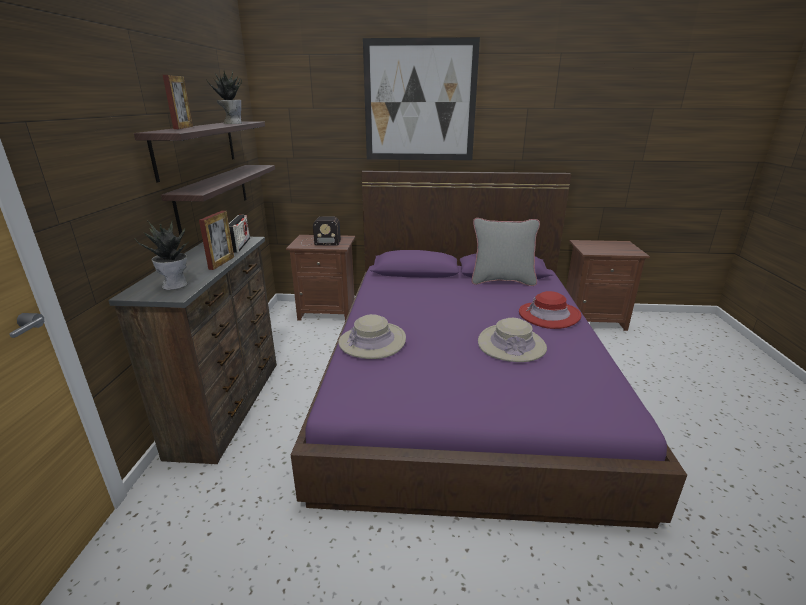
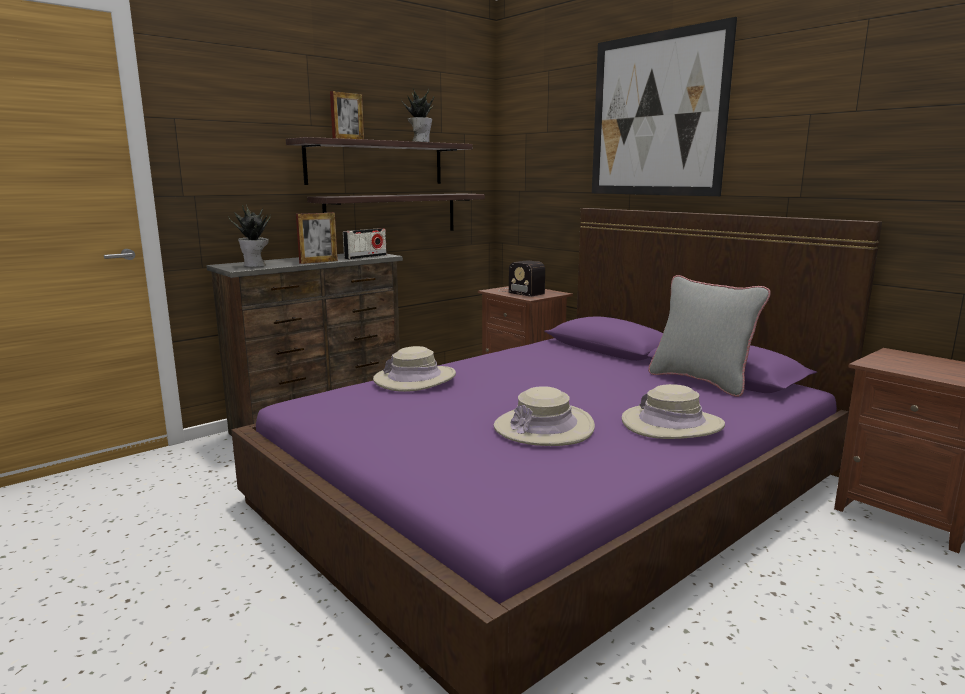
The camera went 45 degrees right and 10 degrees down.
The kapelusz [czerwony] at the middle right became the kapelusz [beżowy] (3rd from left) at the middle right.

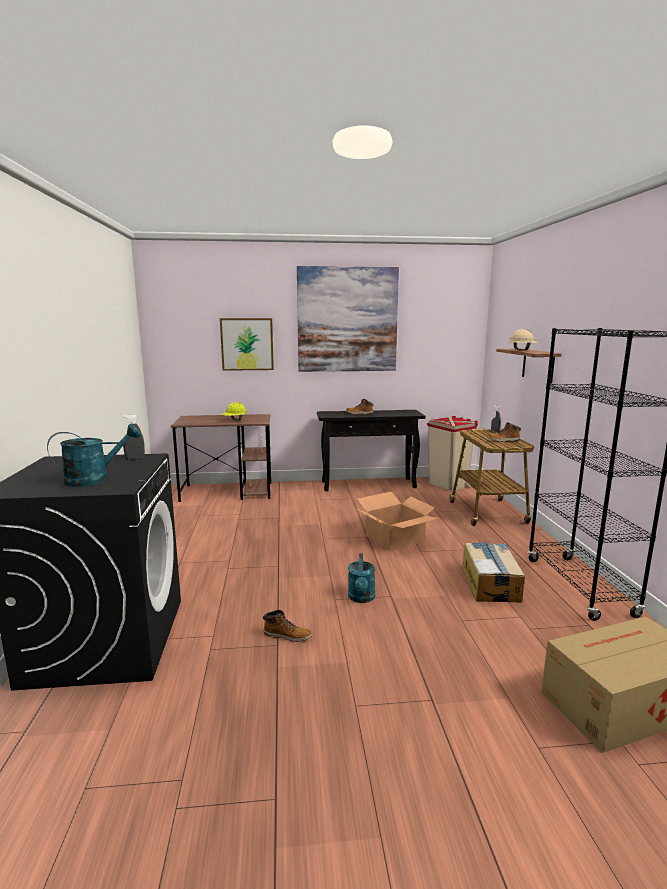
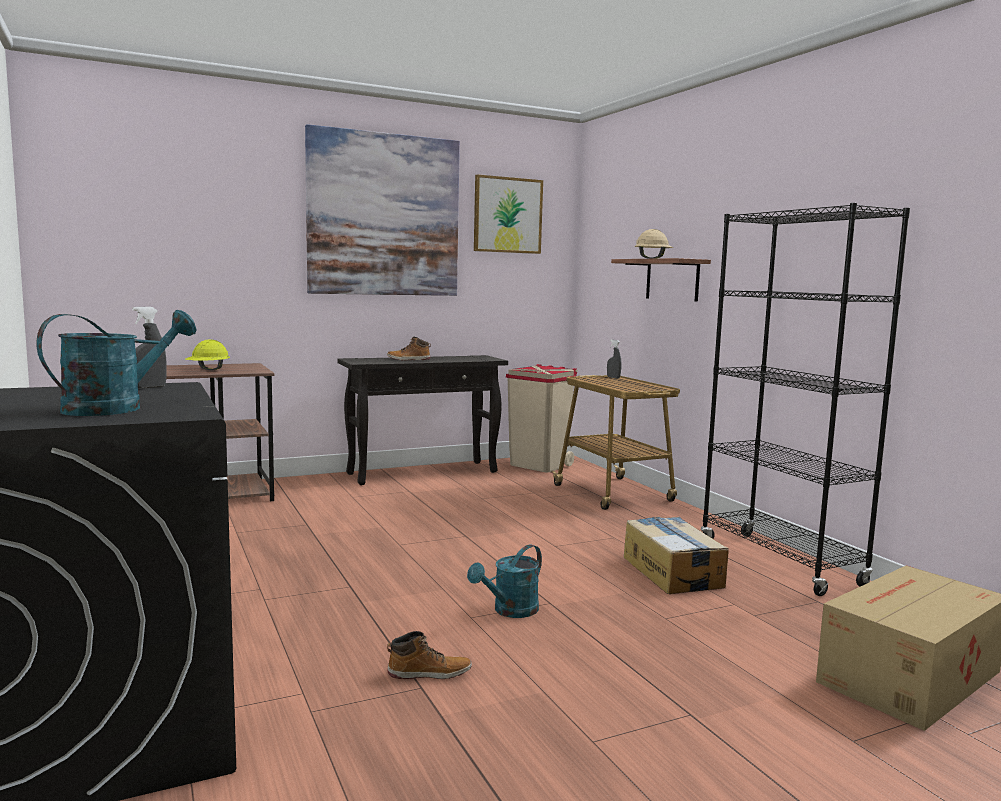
The camera went 20 degrees left and 5 degrees down.
The karton (1st from left) at the centre disappeared.
The but z cholewką (3rd from left) at the middle right disappeared.
The obraz (1st from left in the first image) moved from the centre to the top centre.
The konewka [turkusowy] (2nd from left) at the centre turned 60 degrees clockwise.

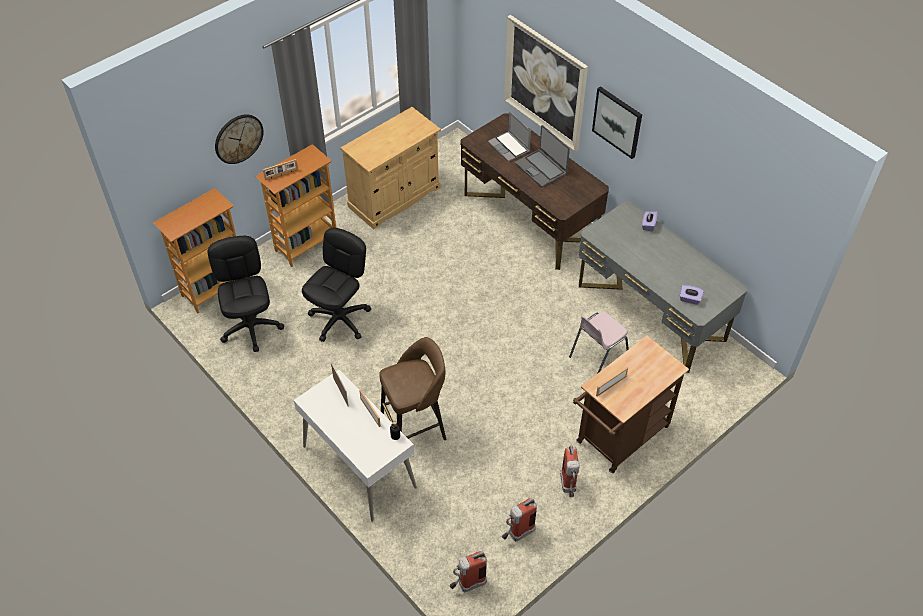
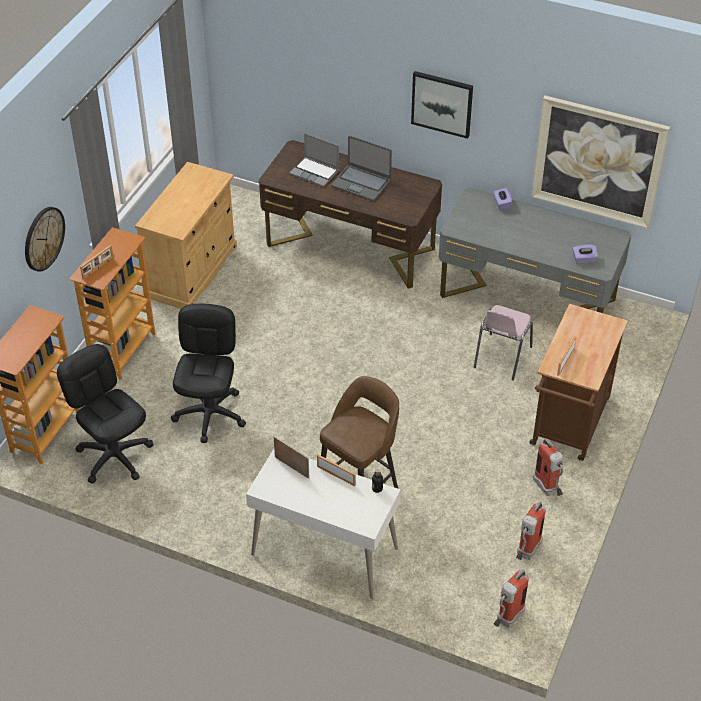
The camera went 25 degrees left and 5 degrees down.
The obraz (1st from left in the first image) moved from the top centre to the top right.

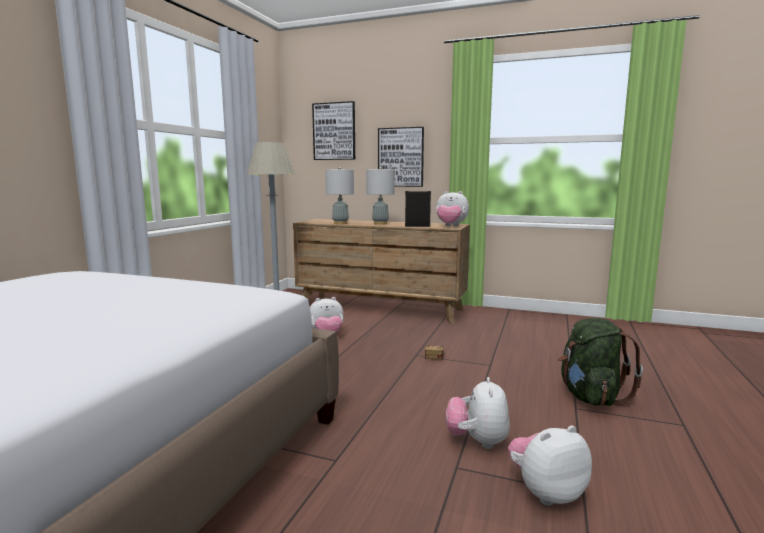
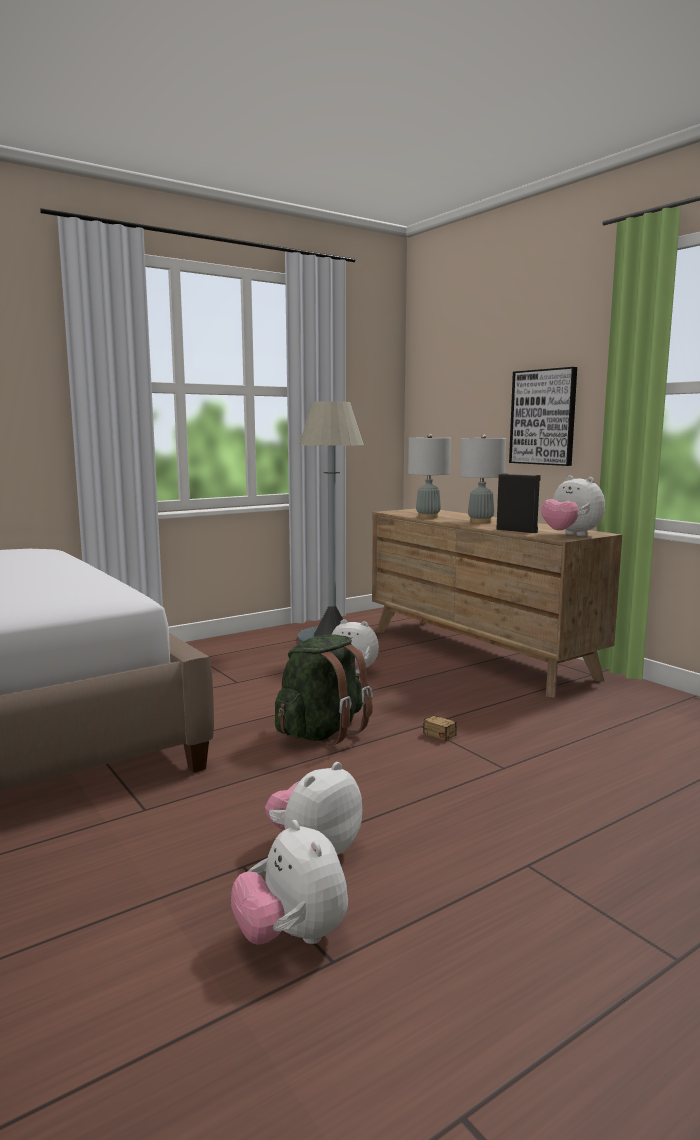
The camera went 35 degrees right and 0 degrees up.
The obraz (1st from left) at the top centre disappeared.
The plecak [zielony] moved from the bottom right to the centre.
The pluszak (4th from left in the first image) at the bottom right turned 135 degrees counterclockwise.

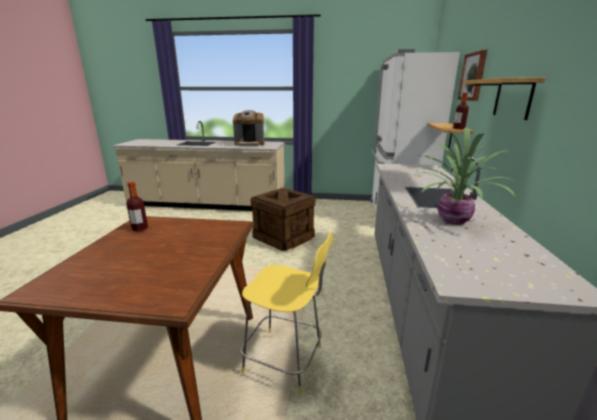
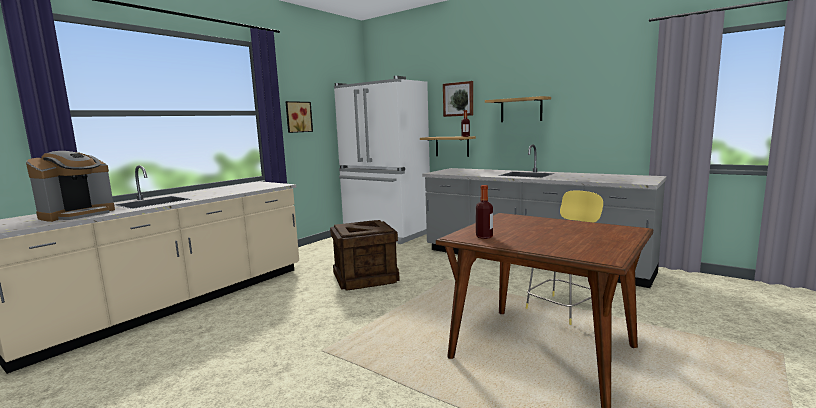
The camera went 60 degrees left and 10 degrees down.
The roślina doniczkowa at the middle right disappeared.
The obraz (1st from left) at the top centre appeared.
The ekspres do kawy moved from the top centre to the middle left.

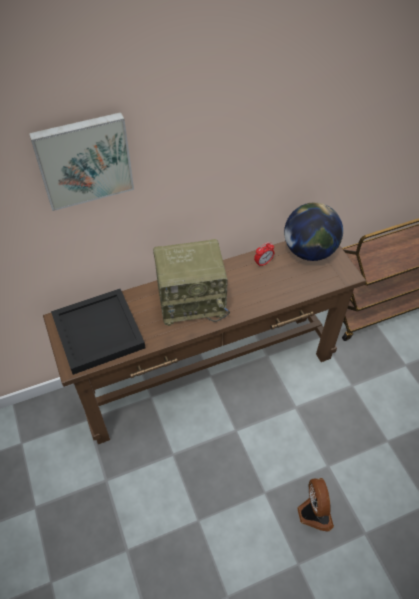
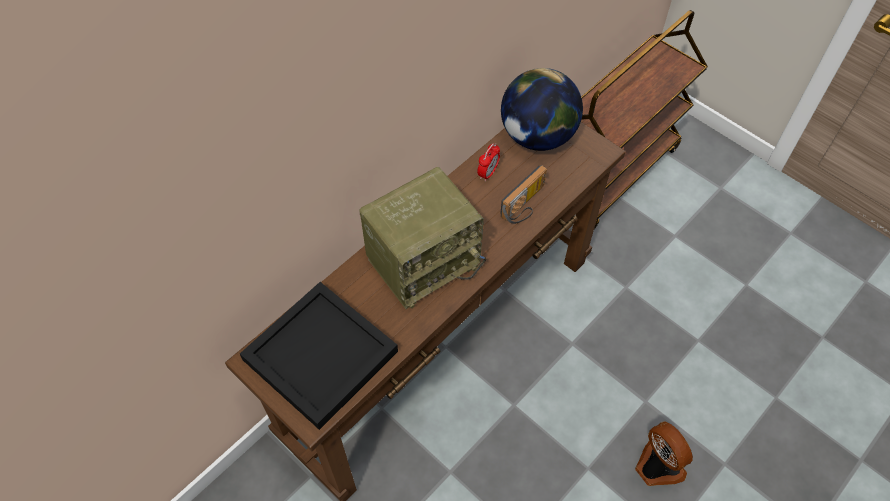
The camera went 25 degrees left and 5 degrees up.
The obraz at the top left disappeared.
The radio (2nd from left) at the centre appeared.

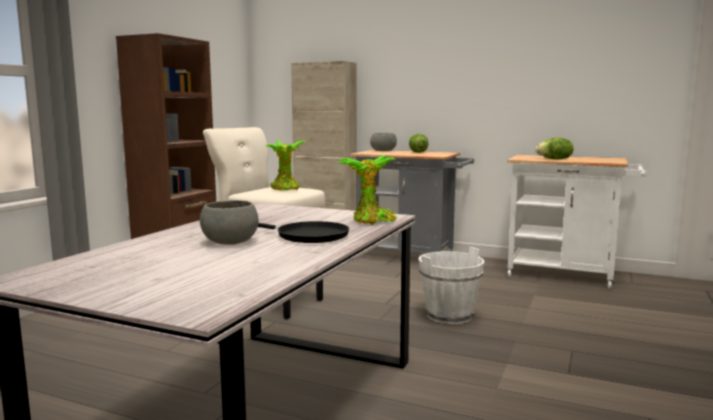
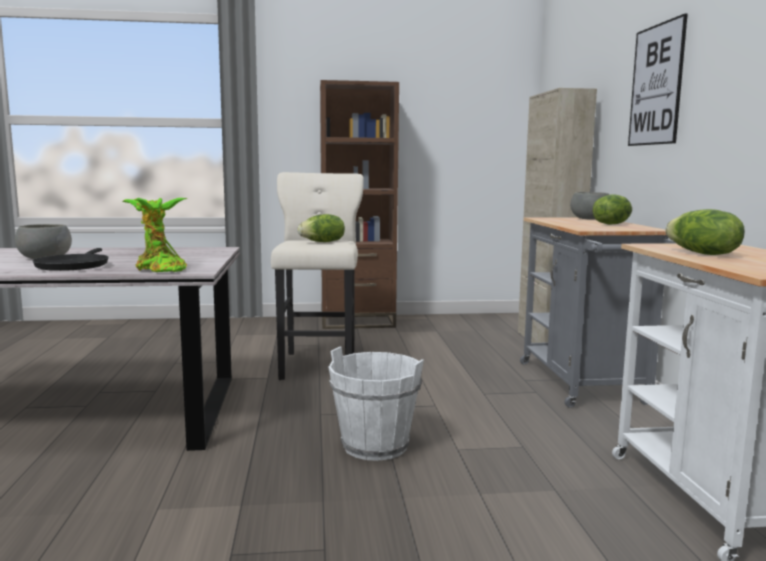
The camera went 60 degrees right and 0 degrees up.
The obraz at the top right appeared.
The roślina doniczkowa (1st from left) at the centre was replaced by the sałata (1st from left) at the centre.

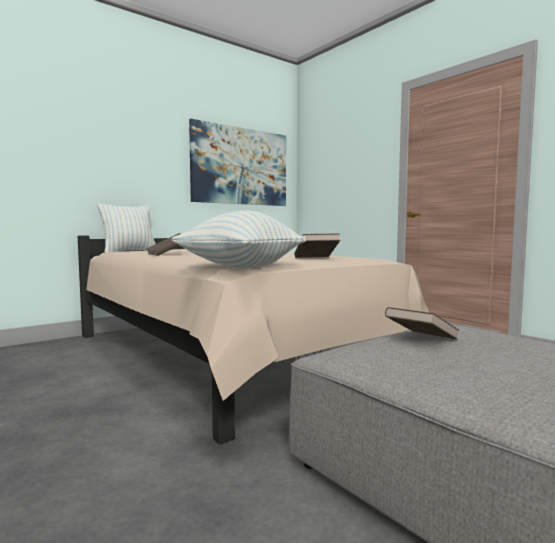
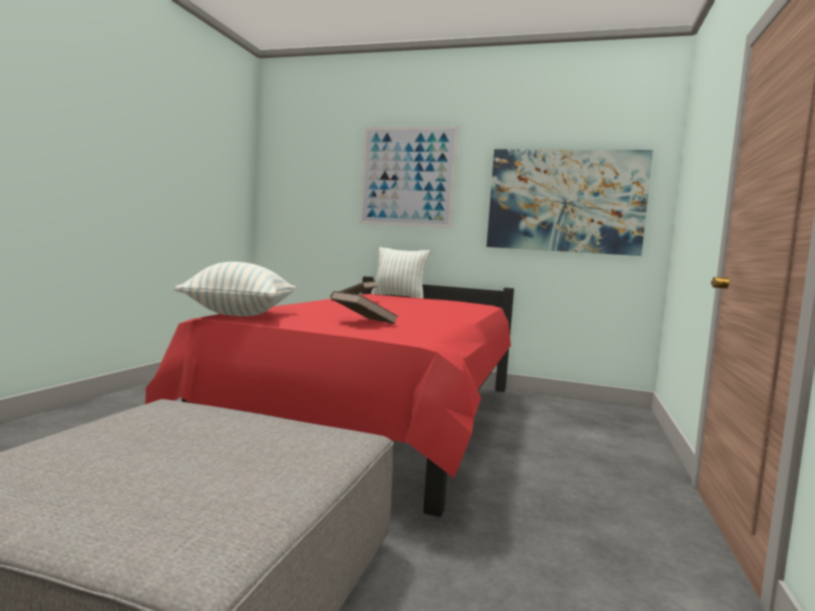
The camera went 55 degrees right and 0 degrees up.
The książka [brązowy] (3rd from left) at the middle right disappeared.
The obraz (1st from left) at the top centre appeared.
The łóżko [beżowy] at the centre became the łóżko [czerwony] at the centre.

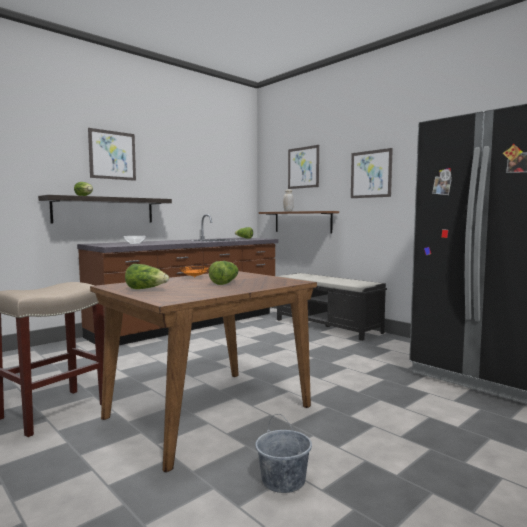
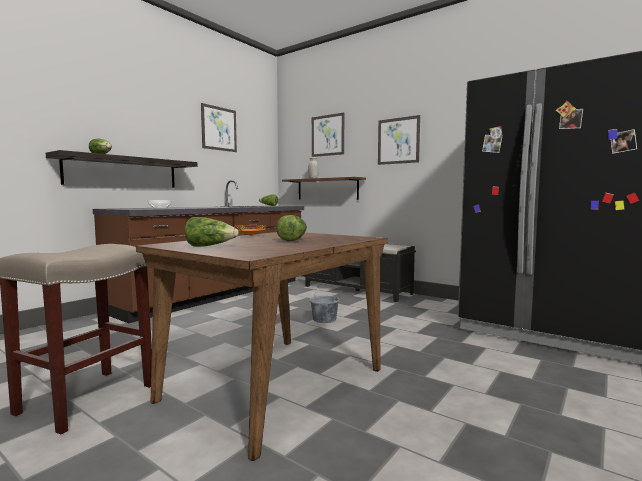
The camera went 10 degrees left and 0 degrees up.
The obraz (1st from left) moved from the top left to the top centre.
The wiadro [szary] moved from the bottom centre to the centre.

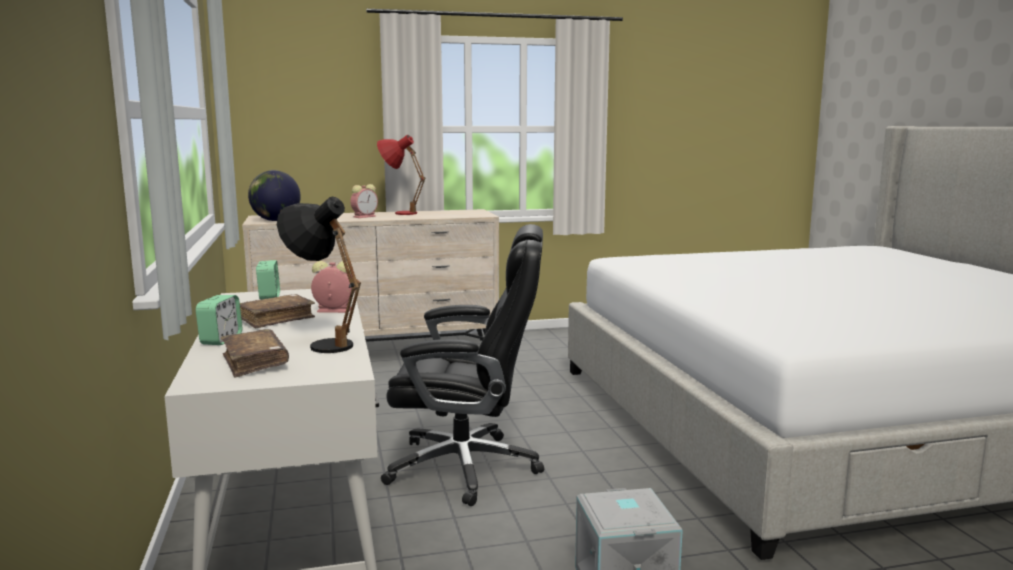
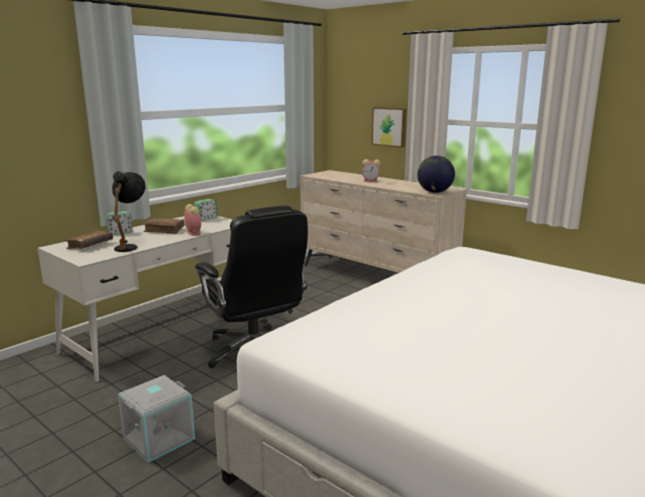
The camera went 55 degrees right and 5 degrees up.
The lampa stołowa [czerwony] at the top centre disappeared.
The obraz at the top centre appeared.
The globus moved from the middle left to the middle right.

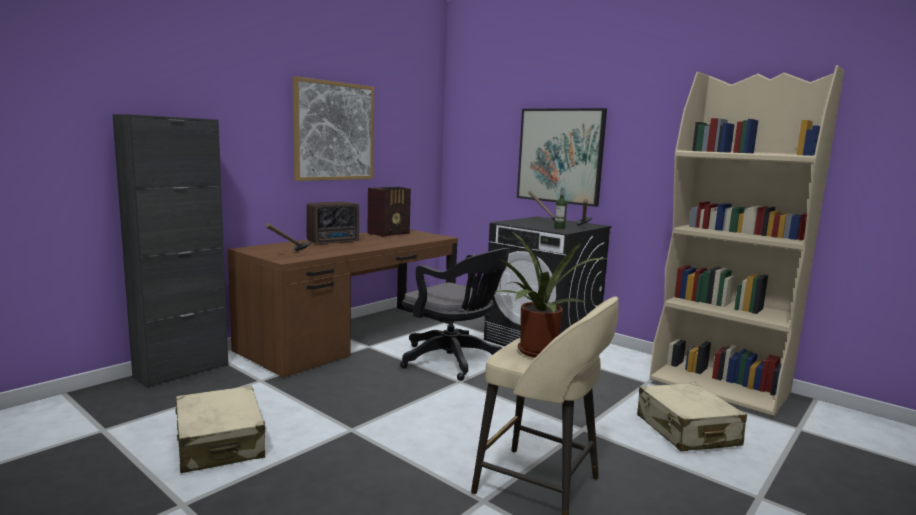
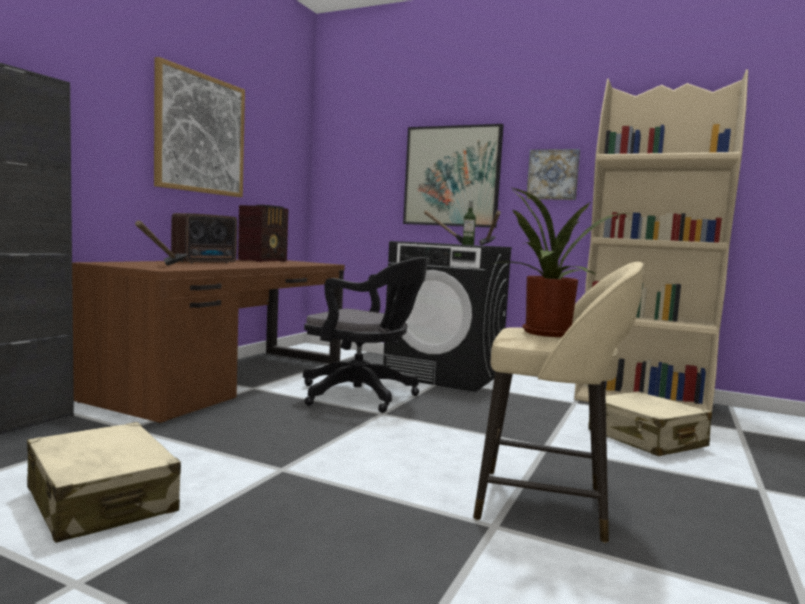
The camera went 15 degrees left and 5 degrees down.
The obraz (3rd from left) at the top right appeared.

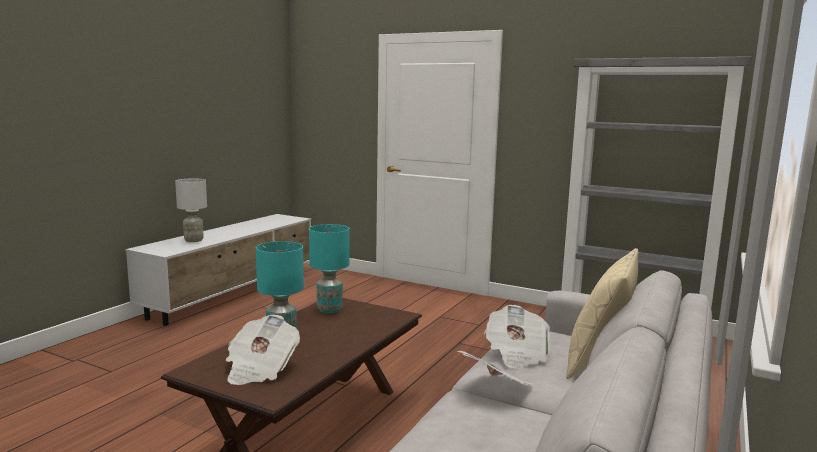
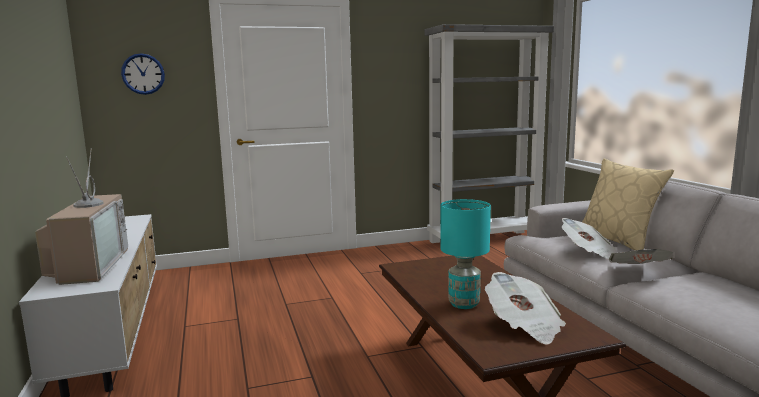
The camera went 45 degrees left and 0 degrees up.
The lampa stołowa [turkusowy] (2nd from left) at the centre disappeared.
The zegar ścienny at the top left appeared.
The lampa stołowa [szary] at the middle left was replaced by the telewizor at the middle left.

